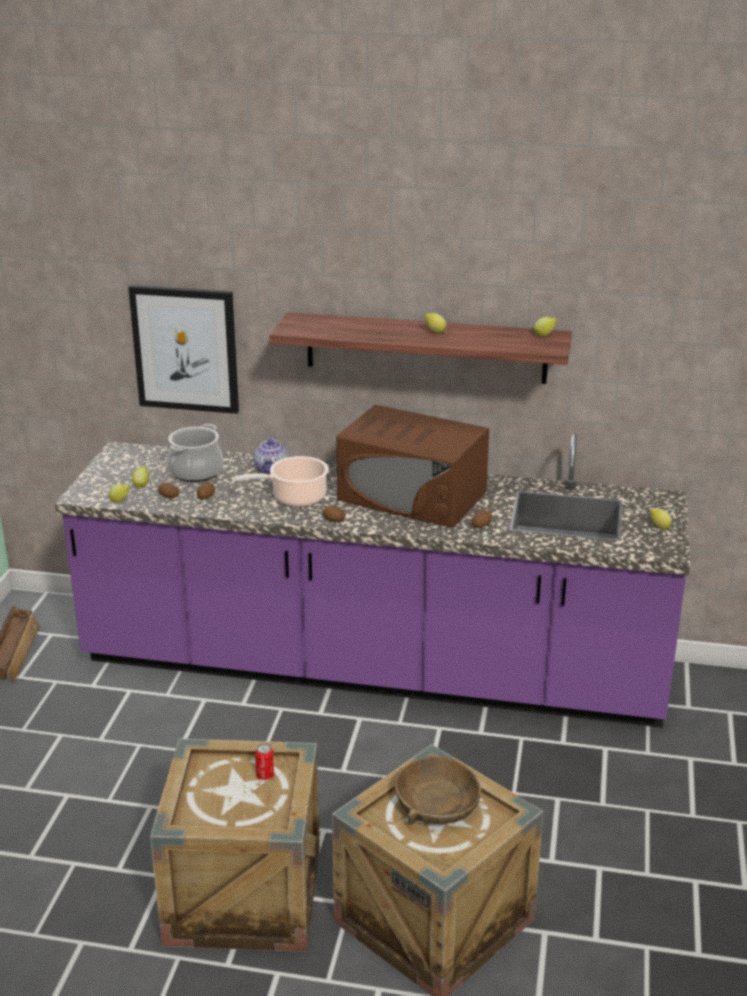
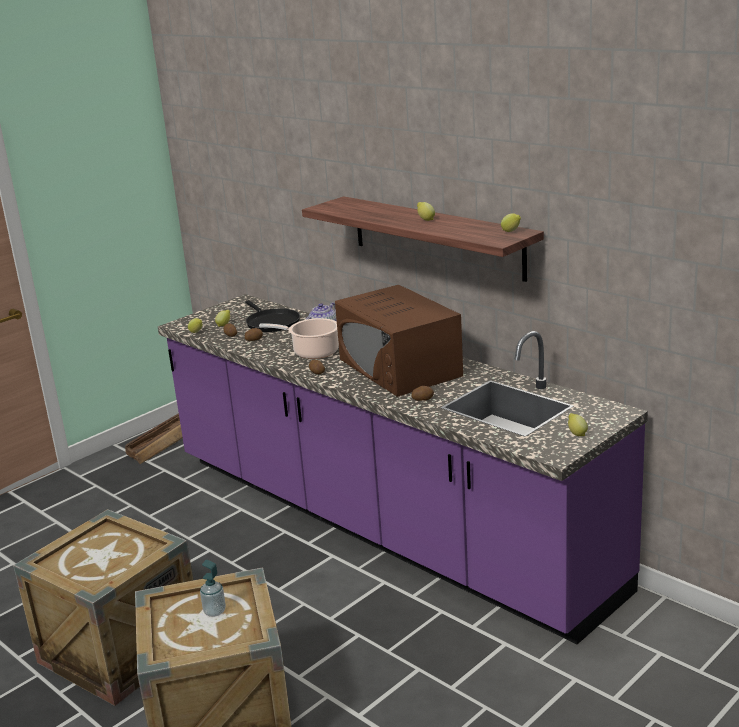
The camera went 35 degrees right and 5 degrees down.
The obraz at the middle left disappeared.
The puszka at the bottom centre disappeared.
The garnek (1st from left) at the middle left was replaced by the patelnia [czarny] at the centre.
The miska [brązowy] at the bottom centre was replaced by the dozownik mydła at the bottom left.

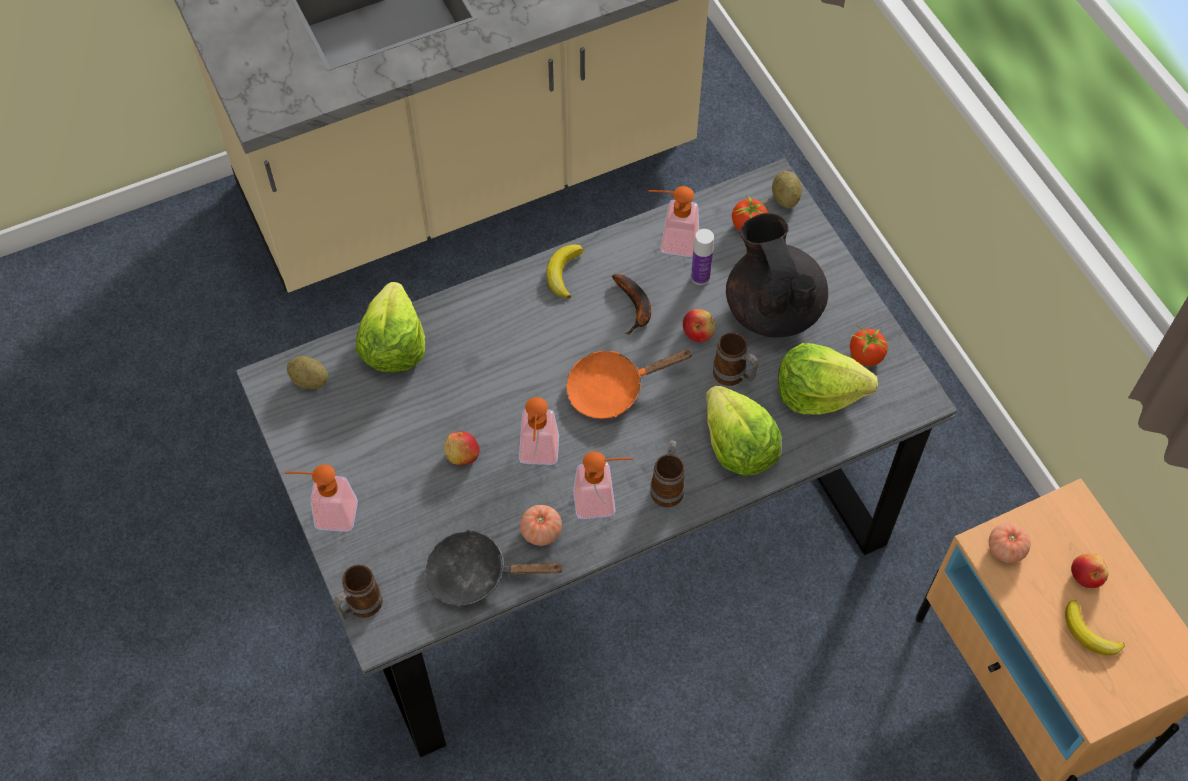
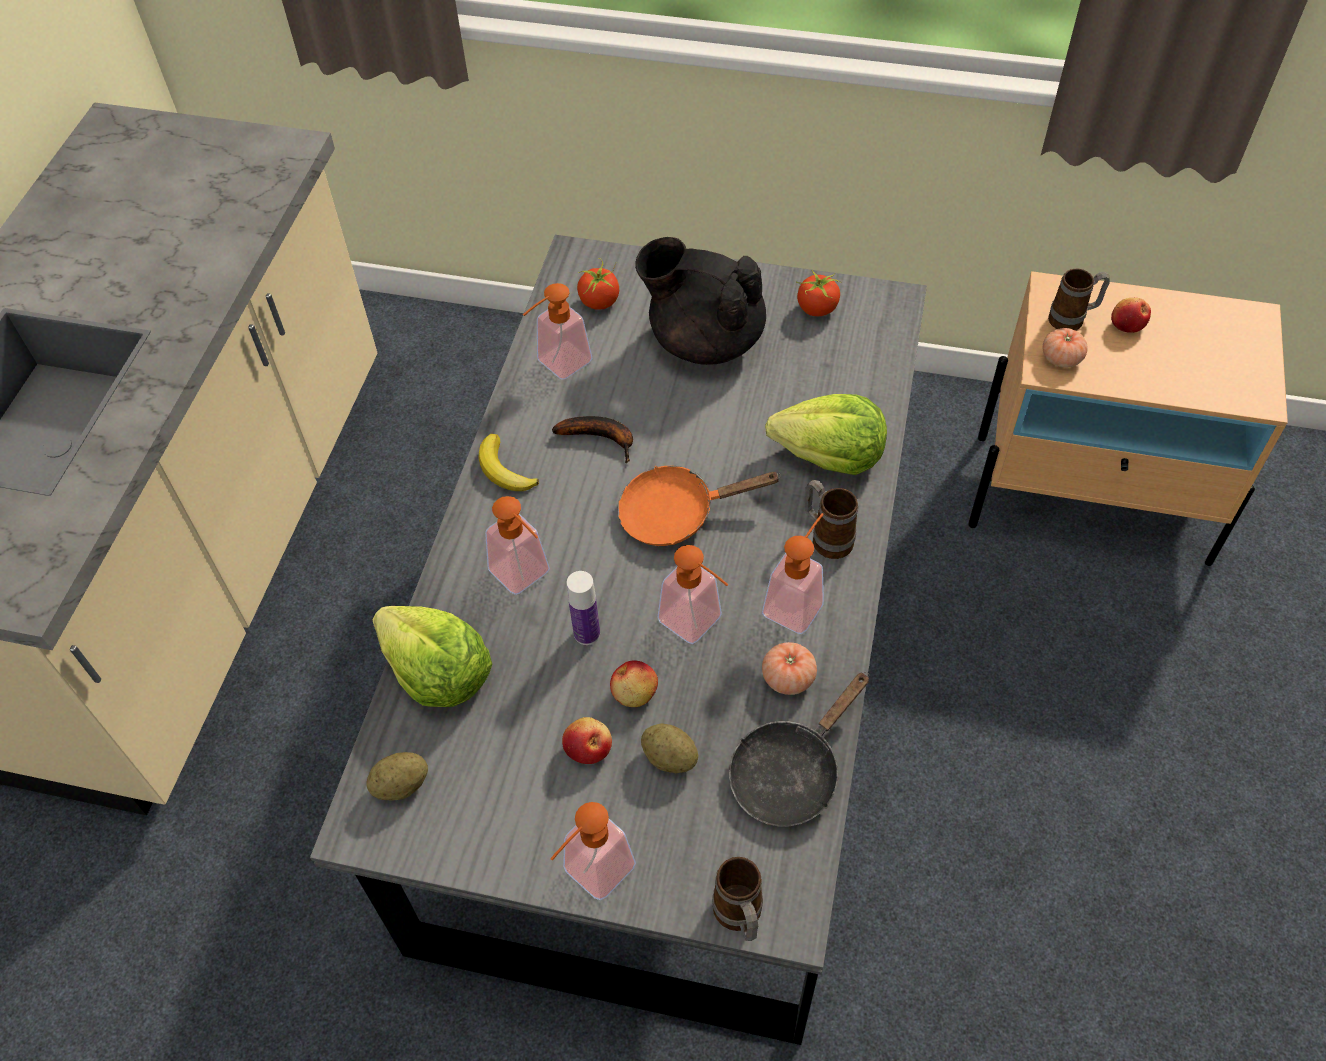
The camera went 50 degrees left and 5 degrees down.
The sałata (3rd from left) at the middle right disappeared.
The banan (3rd from left) at the bottom right disappeared.
The dozownik mydła (1st from left) at the centre appeared.
The jabłko (2nd from left in the first image) moved from the centre to the bottom centre.
The butelka moved from the top centre to the centre.
The kubek (3rd from left) moved from the centre to the top right.
The ziemniak (2nd from left) moved from the top centre to the bottom centre.
The patelnia [pomarańczowy] at the centre turned 60 degrees clockwise.

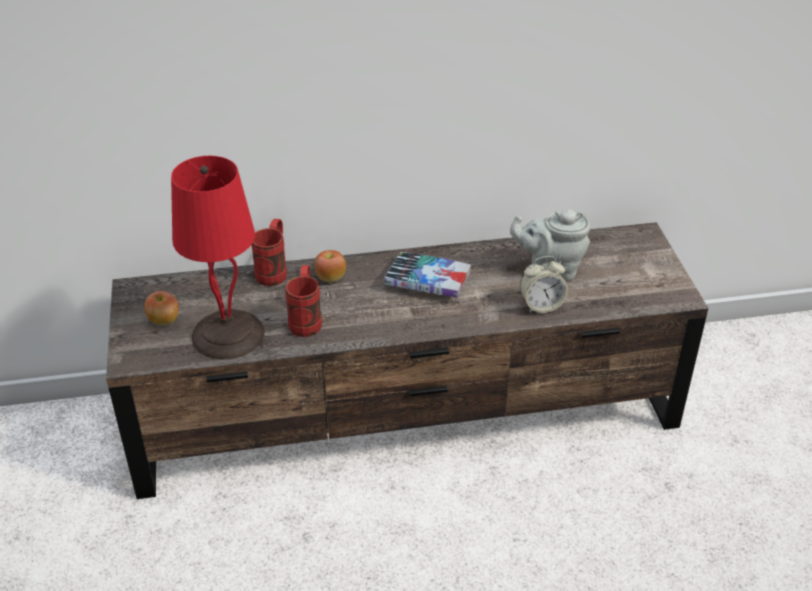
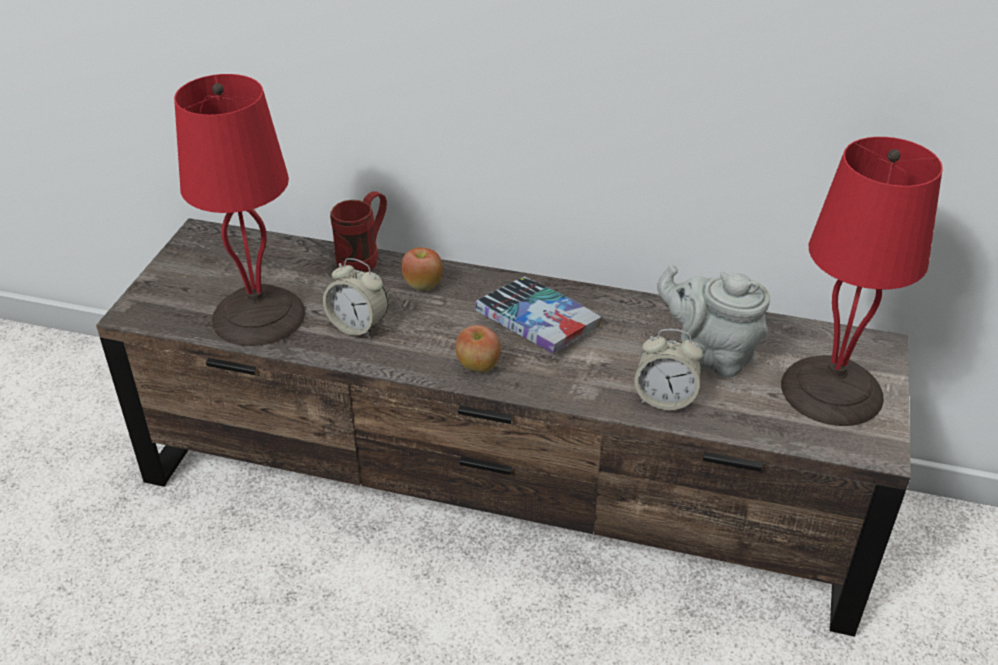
The camera went 25 degrees right and 0 degrees up.
The lampa stołowa [czerwony] (2nd from left) at the middle right appeared.
The jabłko (1st from left in the first image) moved from the middle left to the centre.
The kubek [czerwony] (2nd from left) at the centre was replaced by the budzik (1st from left) at the centre.

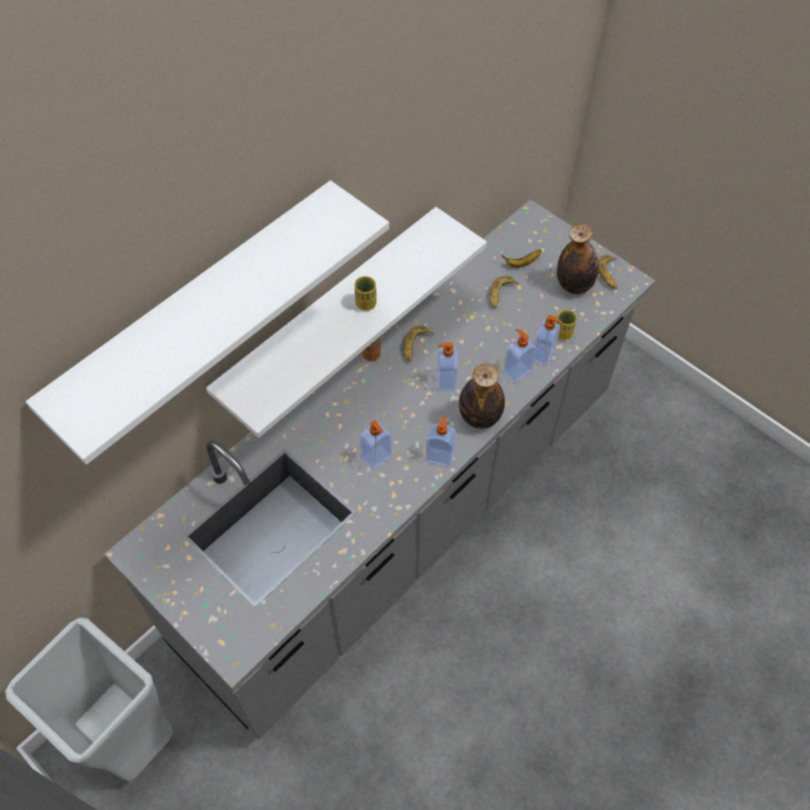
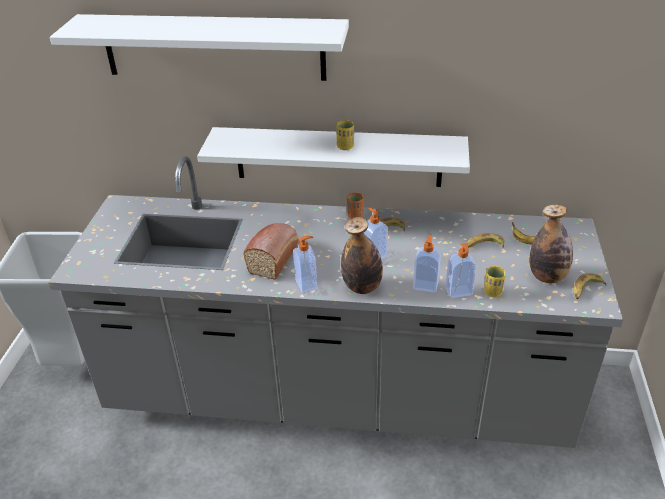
The camera went 55 degrees right and 20 degrees down.
The dozownik mydła (1st from left) at the centre was replaced by the chleb at the centre.

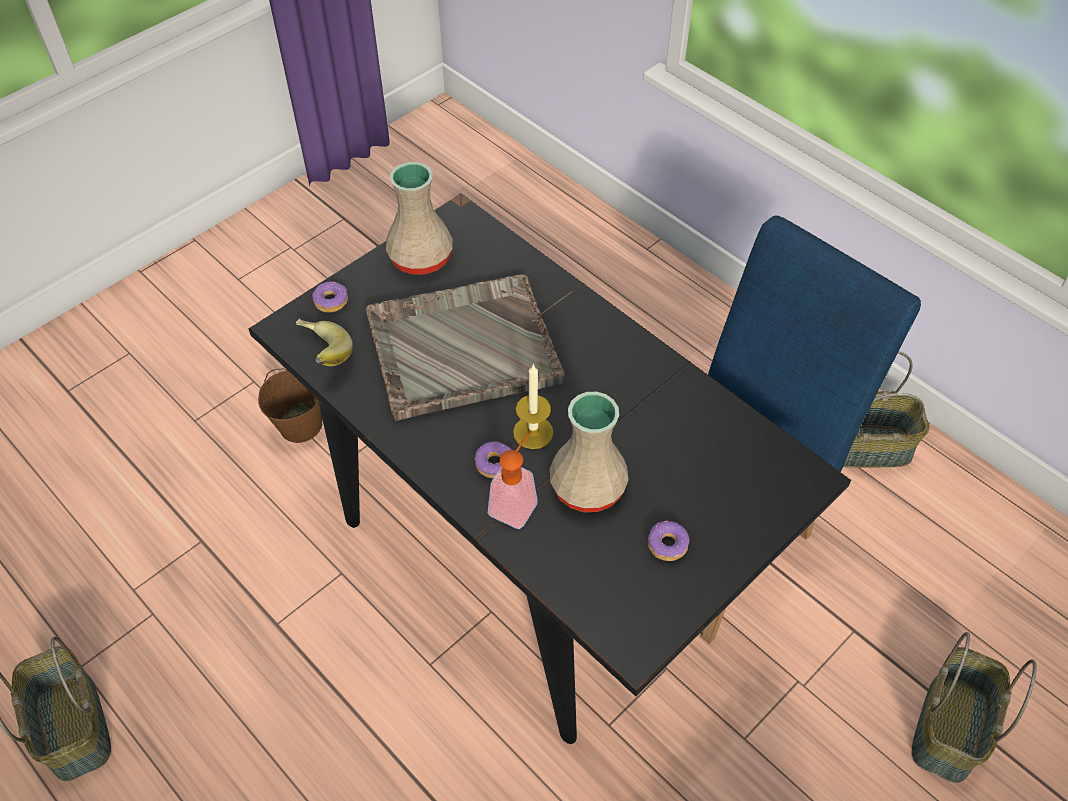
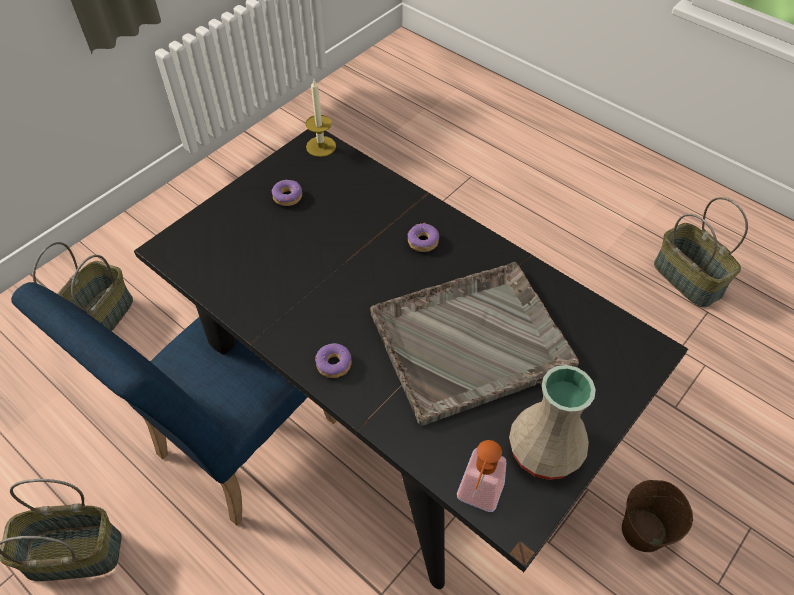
The camera went 175 degrees right and 0 degrees up.
The banan at the middle left disappeared.
The wazon [beżowy] (2nd from left) at the centre disappeared.
The donut (1st from left in the first image) moved from the middle left to the centre.
The dozownik mydła moved from the centre to the bottom centre.
The świeca moved from the centre to the top centre.

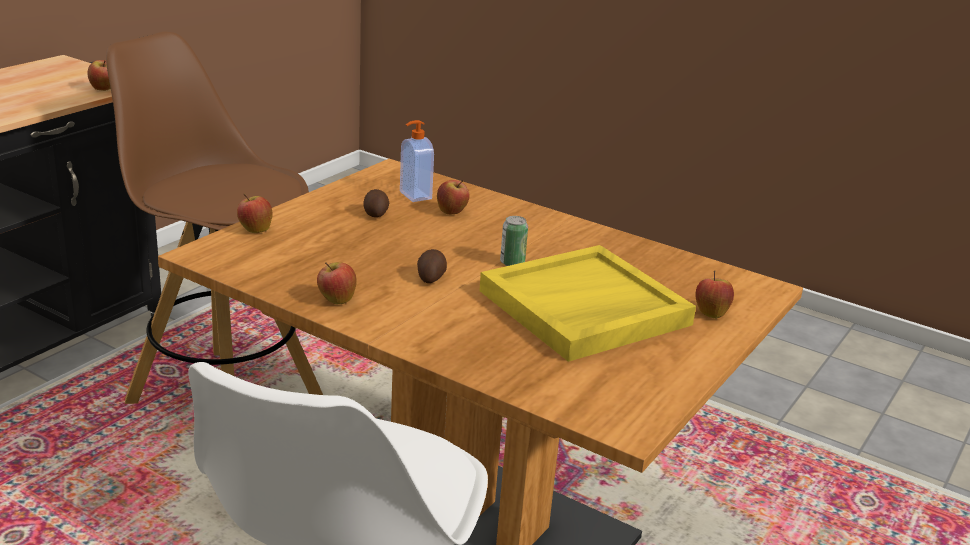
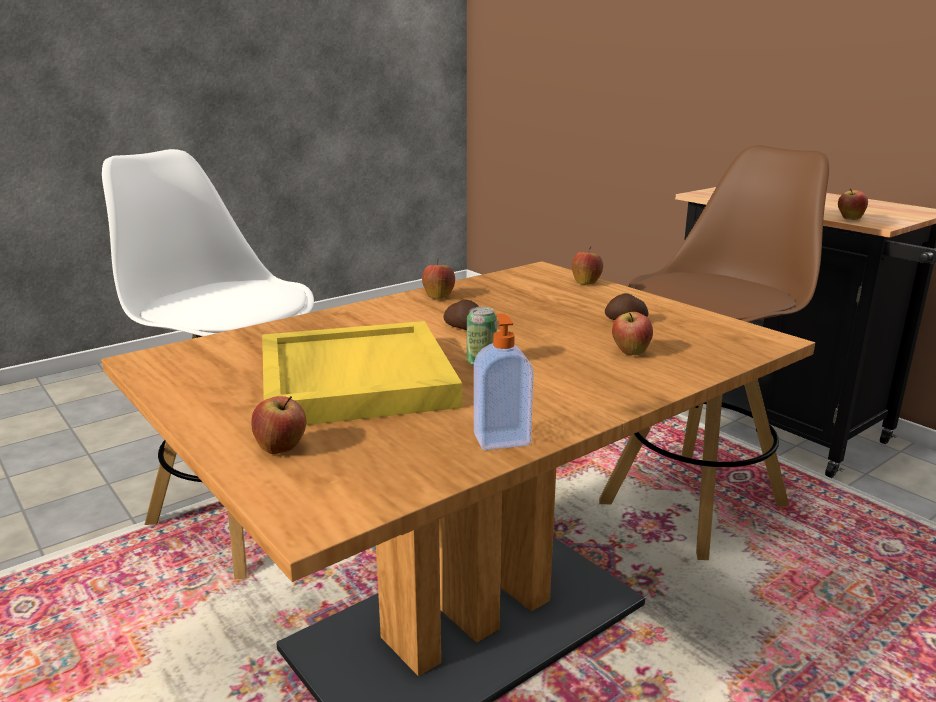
The camera went 110 degrees right and 5 degrees down.
The dozownik mydła moved from the top centre to the centre.

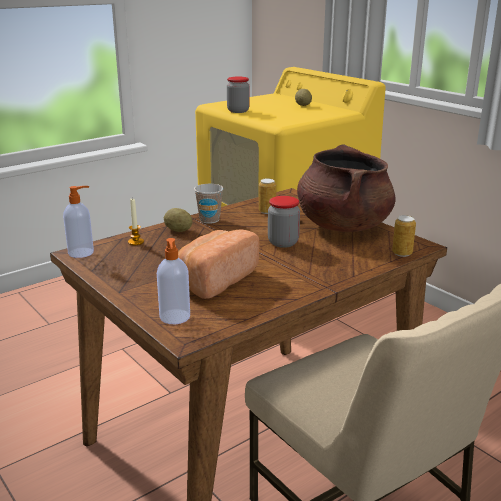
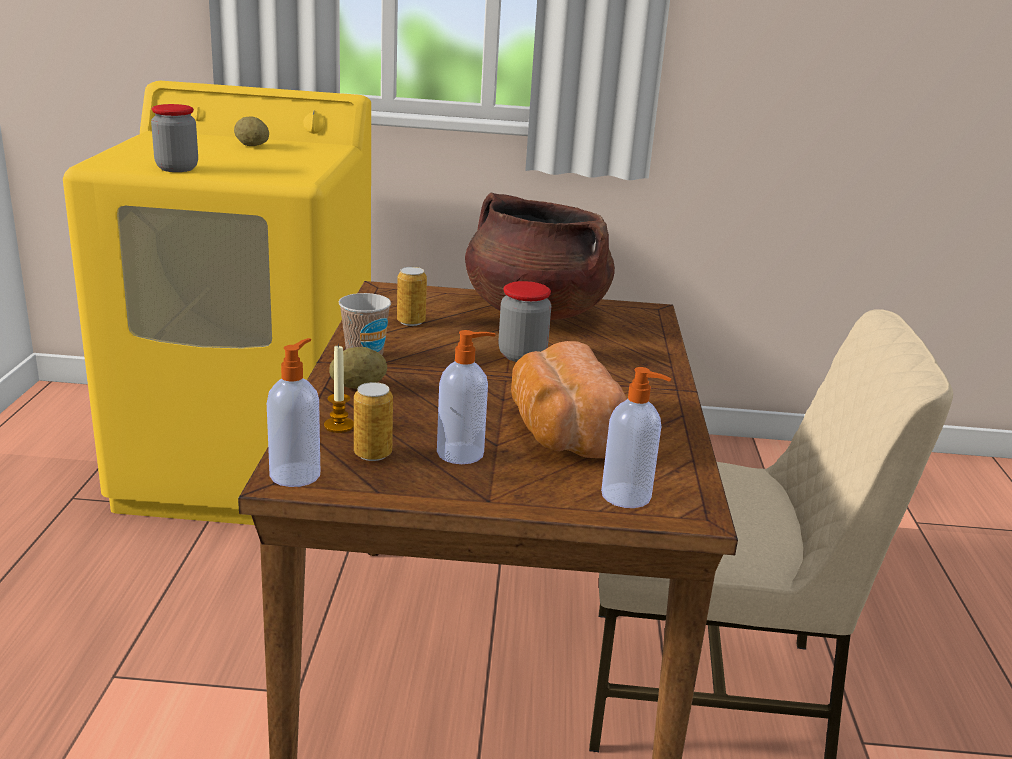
The camera went 50 degrees left and 0 degrees up.
The dozownik mydła (2nd from left) at the centre appeared.
The puszka (2nd from left in the first image) moved from the middle right to the centre.

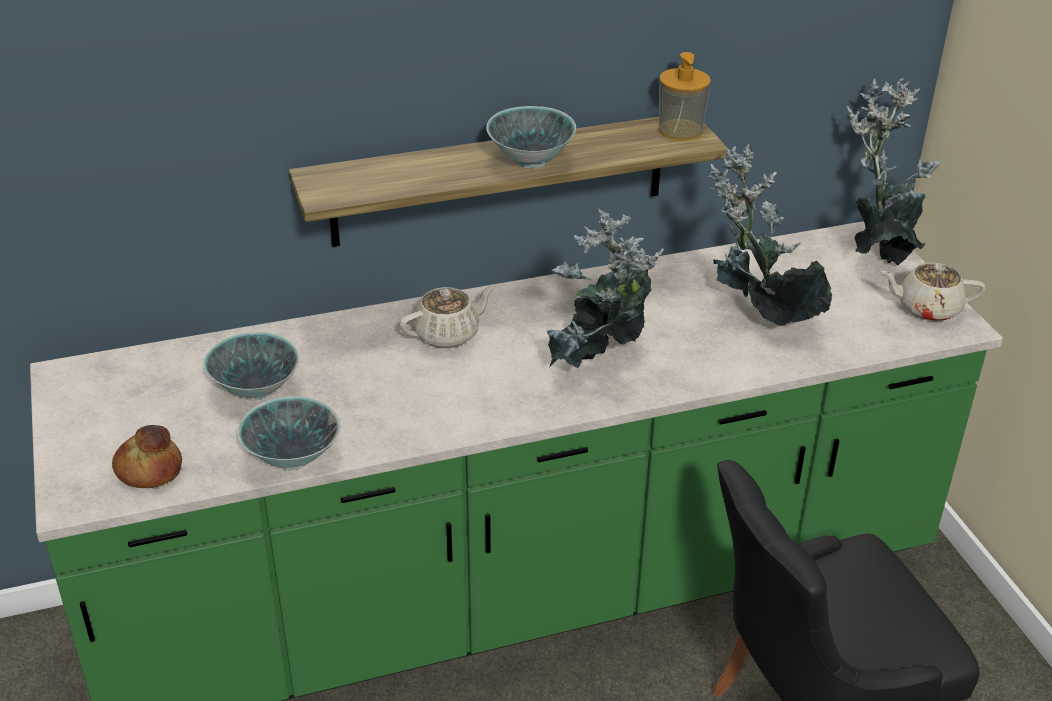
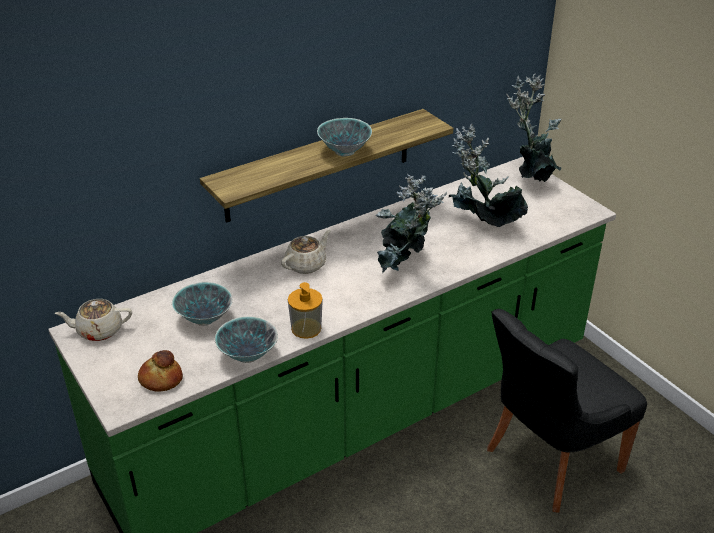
The camera went 15 degrees left and 0 degrees up.
The dozownik mydła moved from the top centre to the centre.
The imbryk [beżowy] (2nd from left in the first image) moved from the middle right to the middle left.

